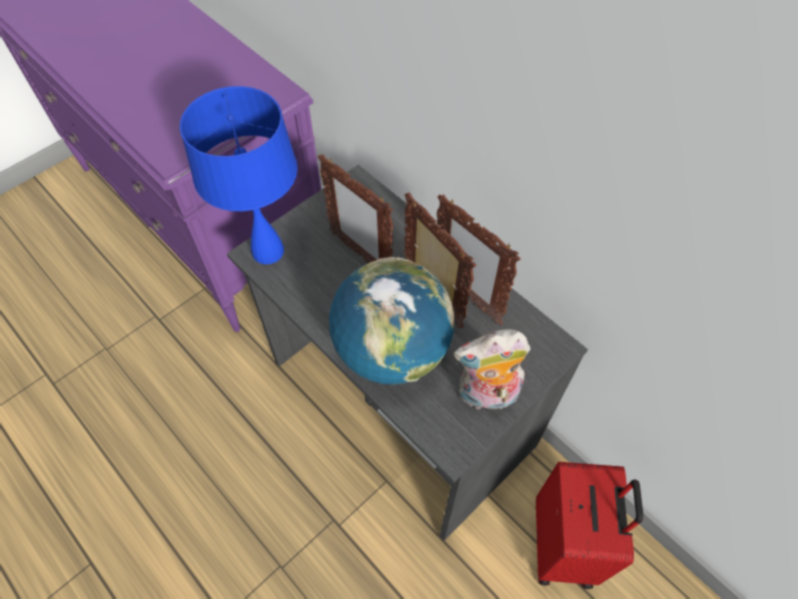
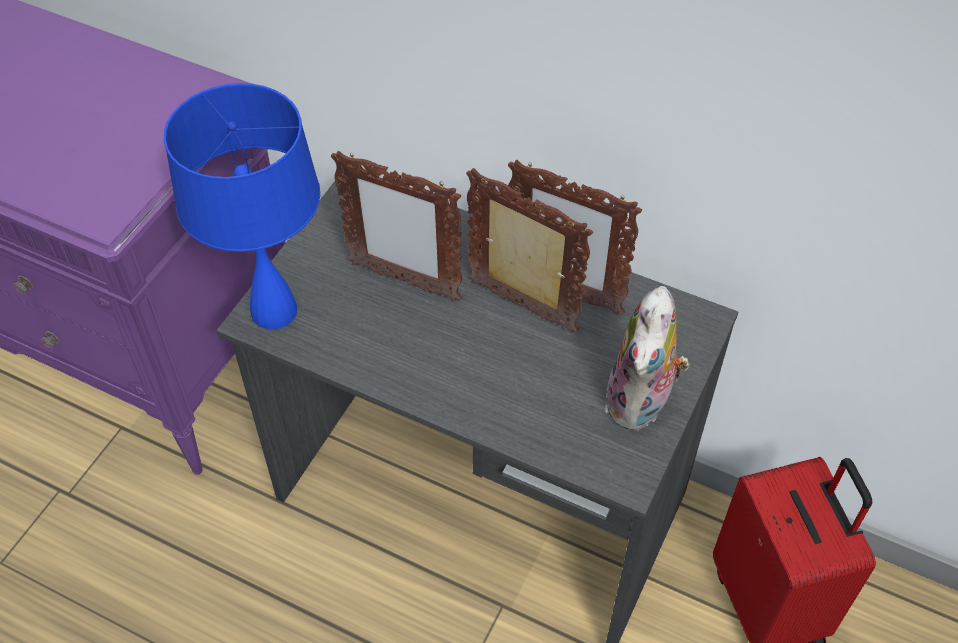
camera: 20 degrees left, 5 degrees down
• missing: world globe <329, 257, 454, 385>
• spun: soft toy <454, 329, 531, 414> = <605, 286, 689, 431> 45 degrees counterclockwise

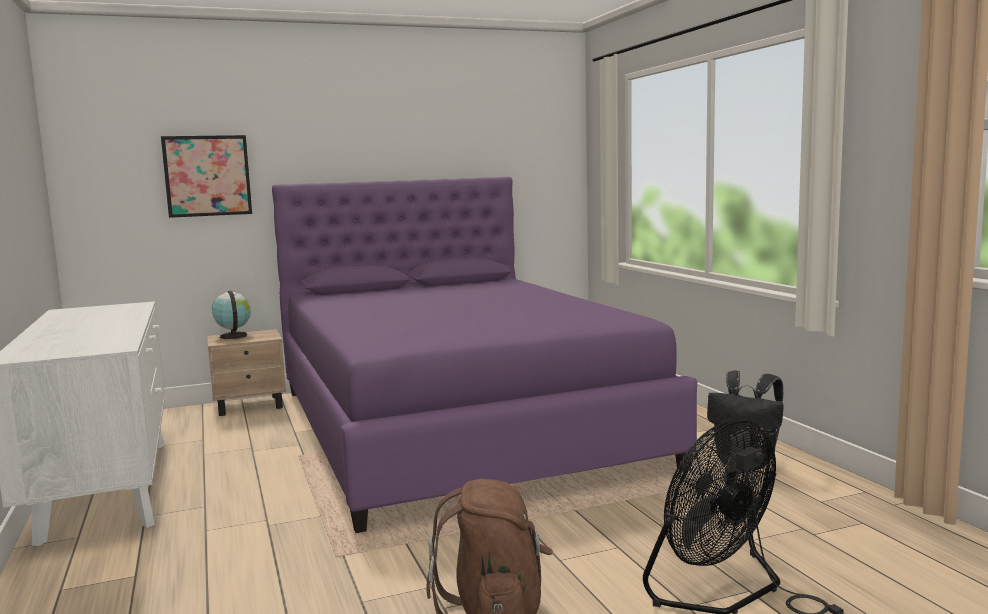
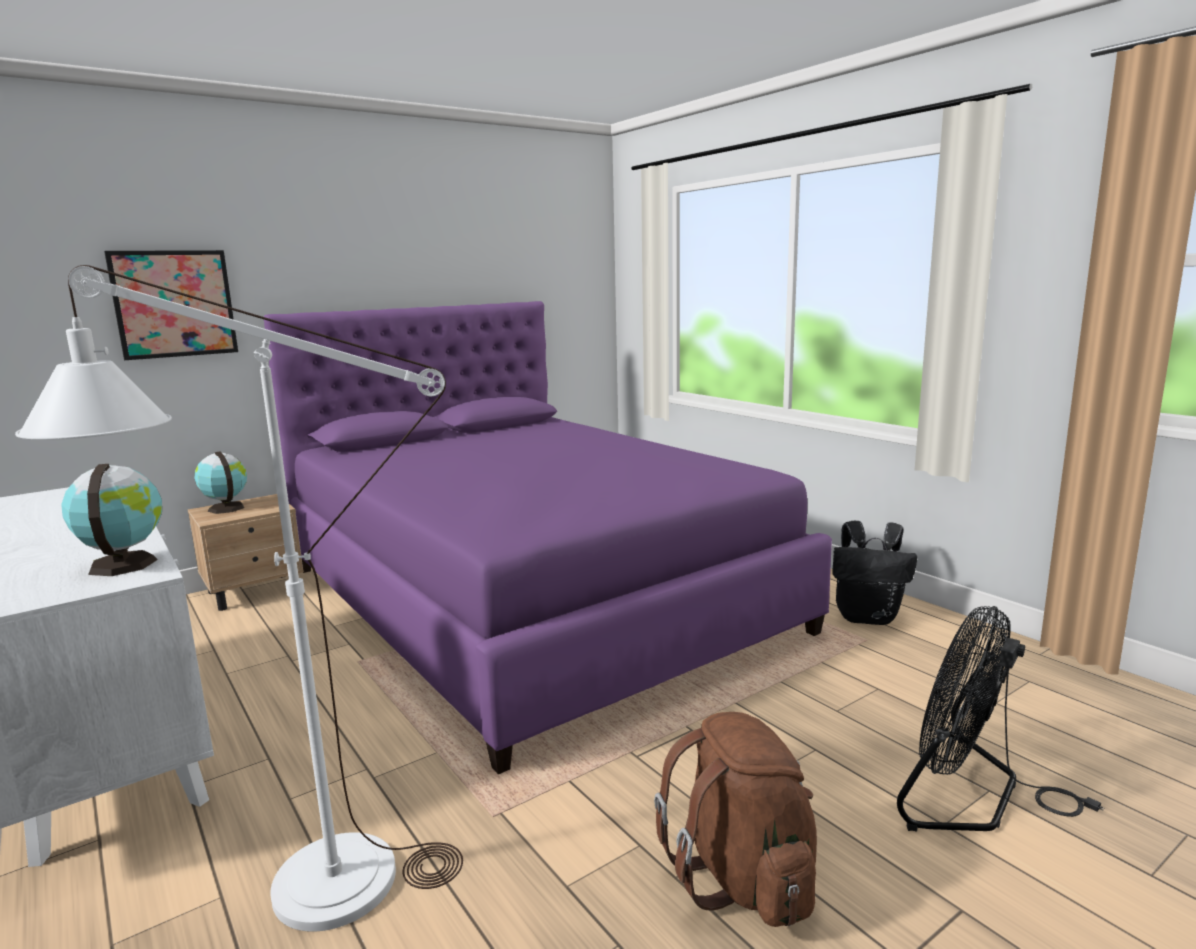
camera: 15 degrees left, 5 degrees up
• appeared: white-coloured floor lamp <15, 265, 463, 932>
• appeared: world globe <61, 464, 162, 576>

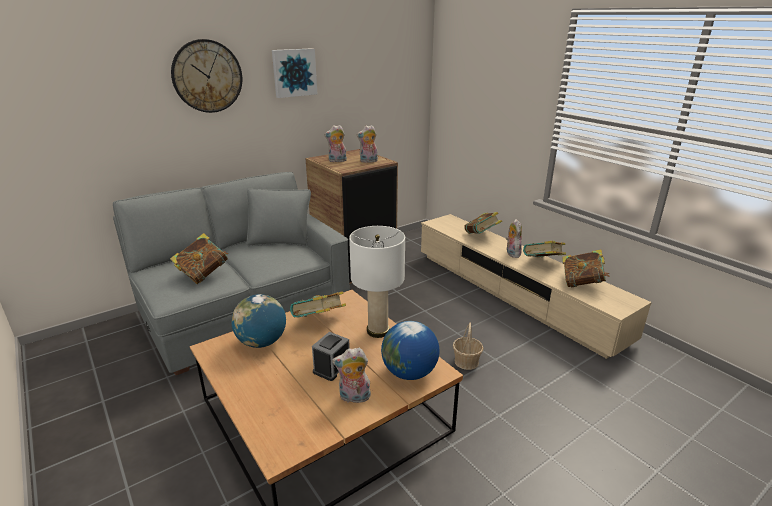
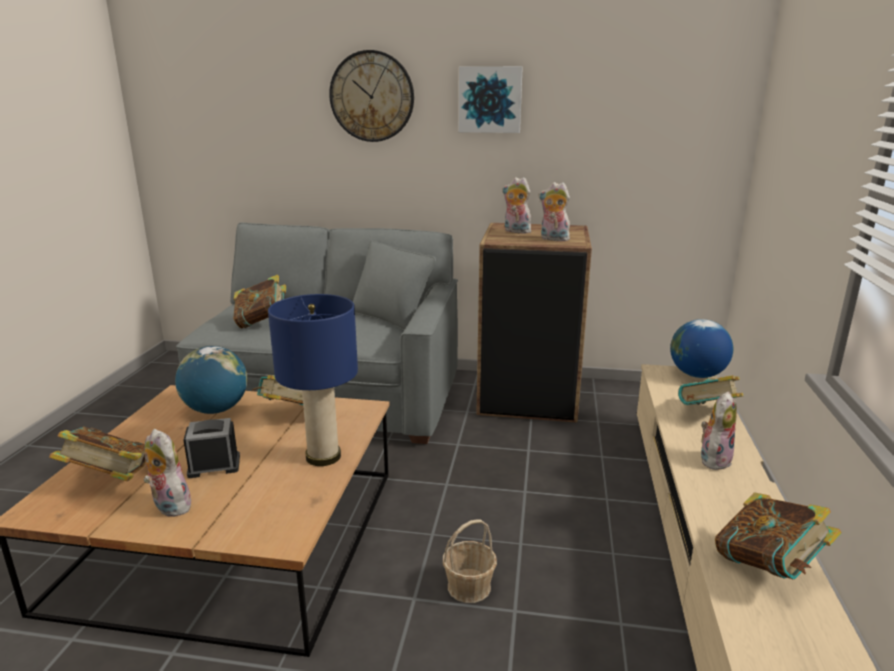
camera: 45 degrees right, 5 degrees down
• colour: white-coloured tabletop lamp <349, 226, 405, 338> to blue-coloured tabletop lamp <268, 294, 358, 466>
• relocated: book <523, 241, 566, 257> to <49, 427, 146, 481>
• relocated: world globe <381, 321, 439, 380> to <670, 319, 733, 378>

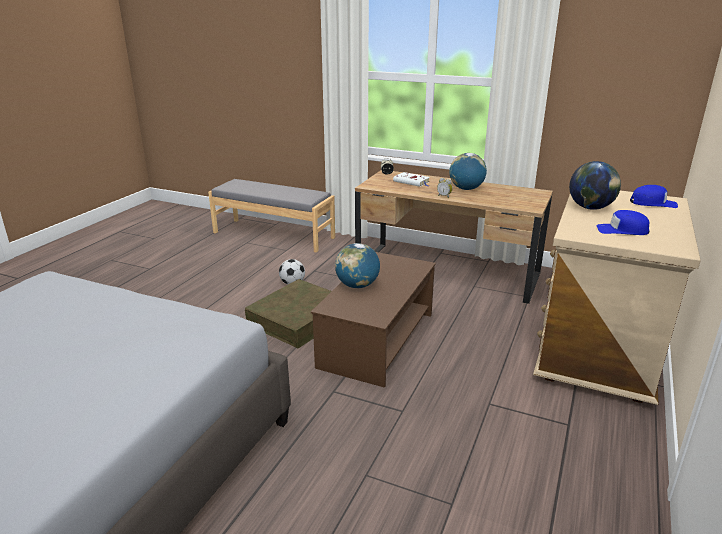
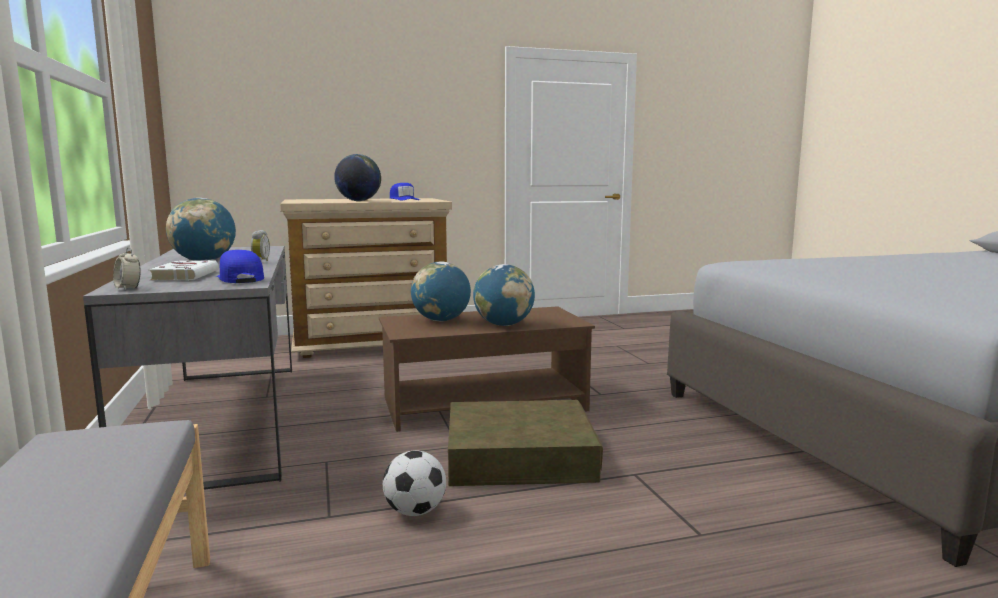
camera: 130 degrees left, 15 degrees down
• colour: brown desk unit <355, 170, 553, 304> to grey desk unit <83, 246, 292, 490>
• relocated: blue-coloured cap <630, 185, 678, 208> to <216, 250, 264, 283>
• appeared: world globe <411, 262, 471, 321>

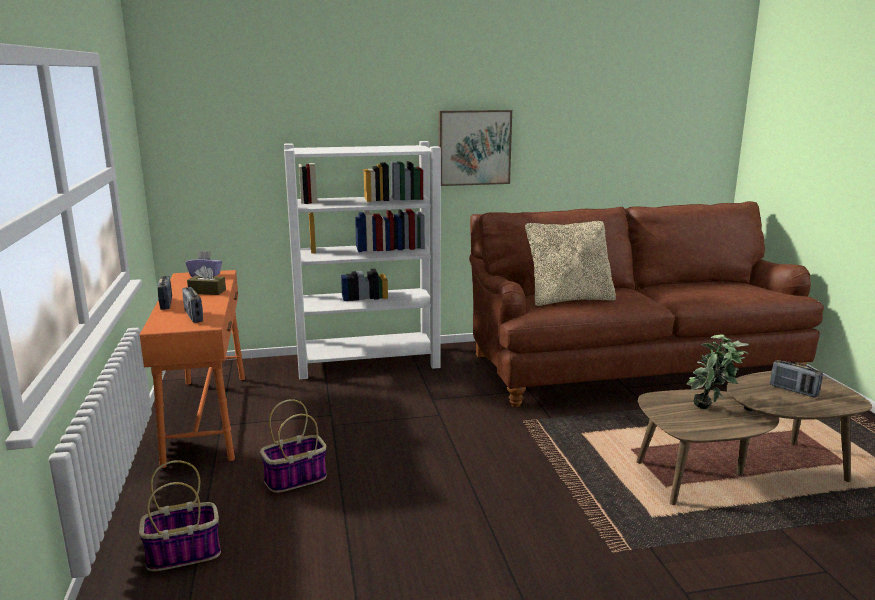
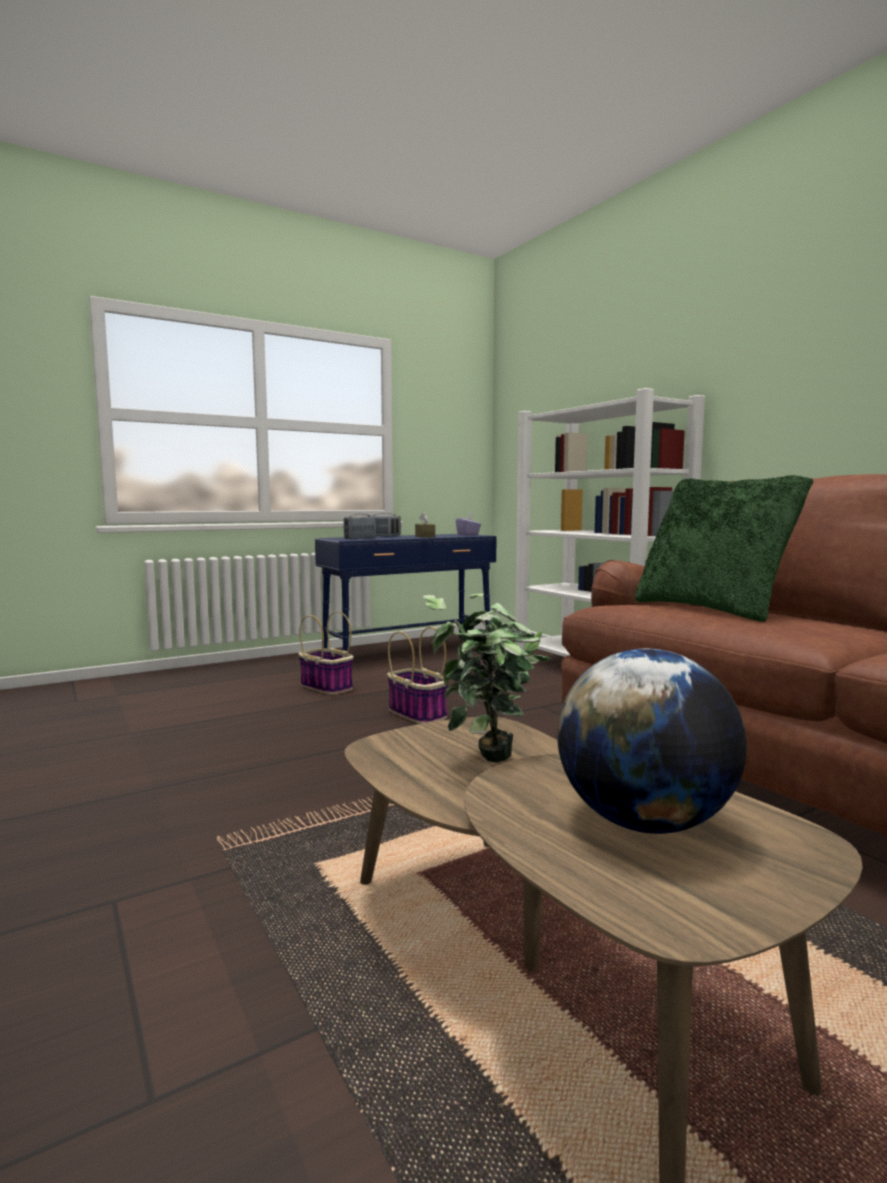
camera: 70 degrees right, 10 degrees down
• missing: wall art <439, 110, 512, 186>
• colour: sand-coloured pillow <525, 221, 616, 306> to greenish pillow <634, 475, 814, 622>
• colour: orange-coloured narrow table <140, 270, 245, 468> to blue-coloured narrow table <315, 534, 497, 651>
• exchanged: radio <770, 360, 823, 397> to world globe <557, 649, 747, 834>
• relocated: basket <139, 460, 221, 571> to <387, 627, 448, 724>

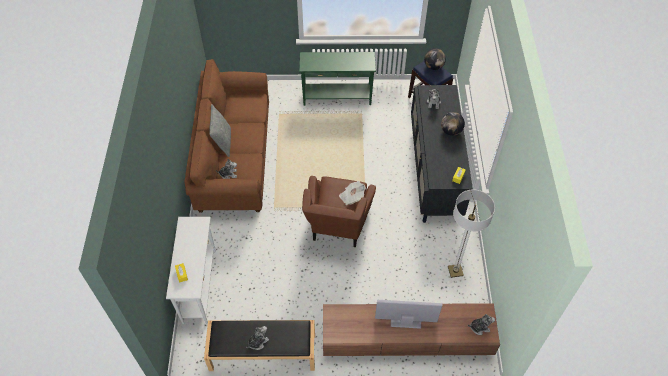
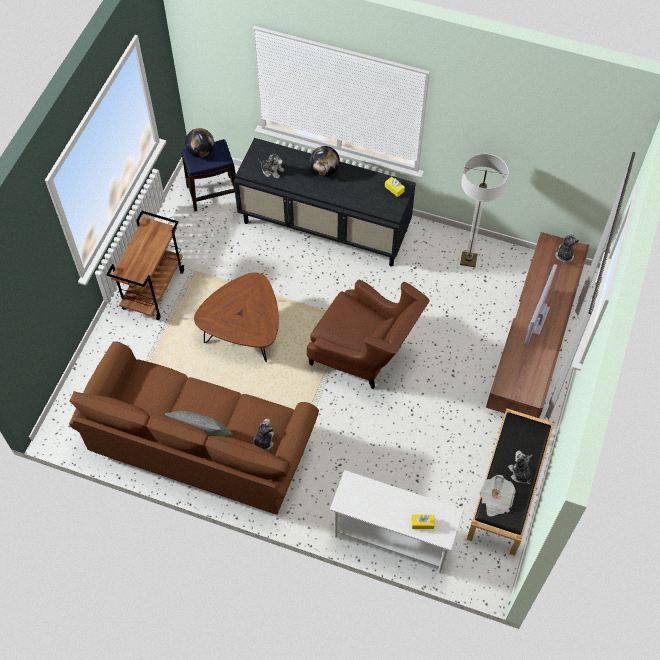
camera: 70 degrees left, 5 degrees up
• exchanged: greenish narrow table <299, 52, 376, 106> to brown cart <106, 211, 184, 320>
• relocated: printed paper <339, 181, 366, 205> to <480, 475, 516, 516>
• appeared: brown low table <194, 273, 279, 362>

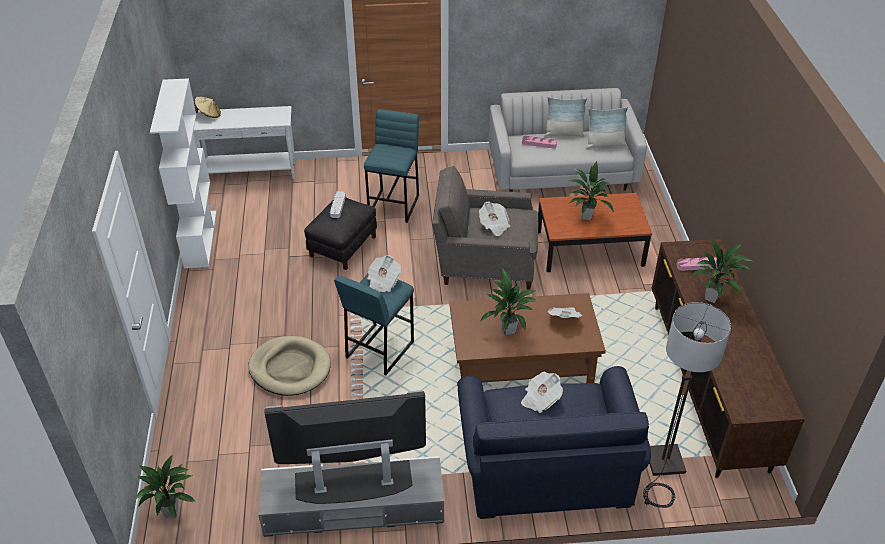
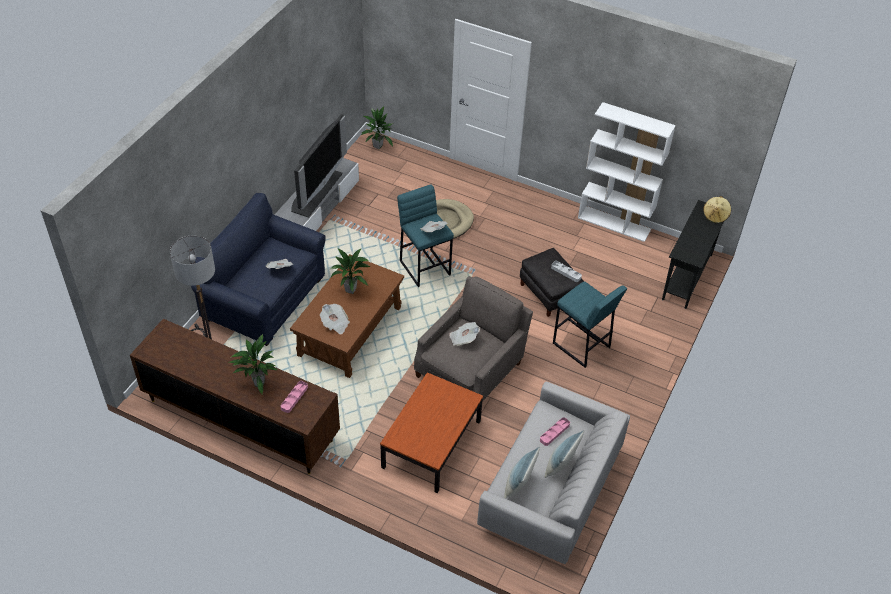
camera: 120 degrees right, 5 degrees up
• colour: white-coloured narrow table <193, 106, 296, 179> to black-coloured narrow table <662, 200, 724, 309>
• missing: potted plant <568, 161, 614, 220>

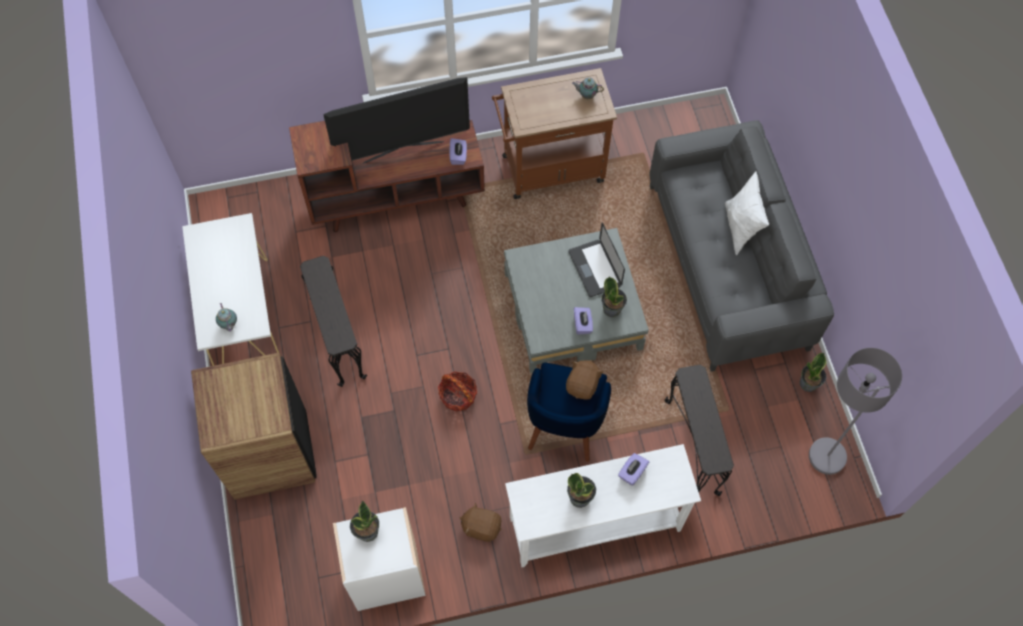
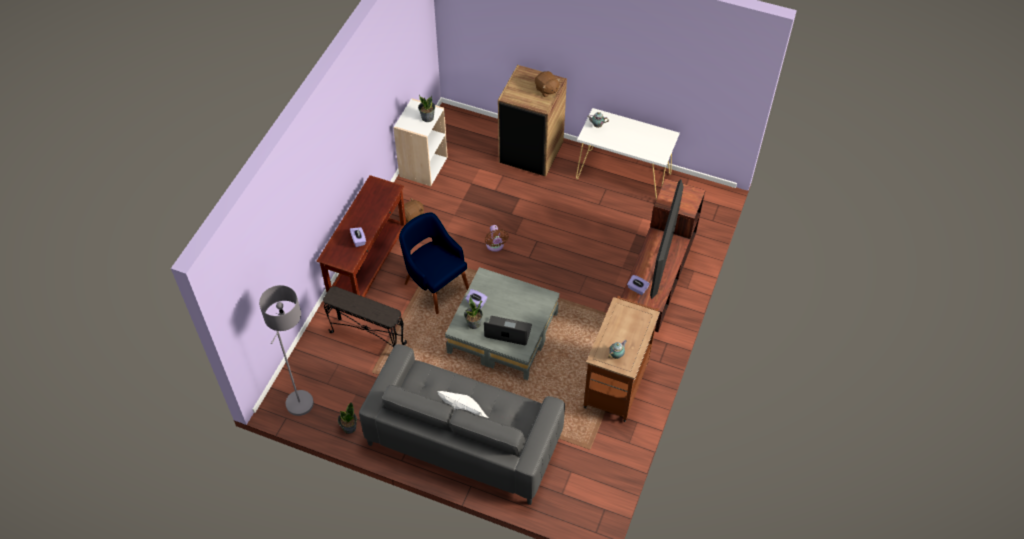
camera: 125 degrees right, 10 degrees down
• missing: black-coloured side table <300, 256, 367, 387>
• relocated: brown soft toy <566, 360, 603, 400> to <535, 71, 560, 97>
• exchanged: basket <438, 371, 477, 412> to brown cooling fan <485, 225, 508, 252>
• colour: white-coloured narrow table <505, 444, 701, 567> to brown narrow table <317, 175, 406, 297>
• missing: potted plant <567, 473, 596, 508>

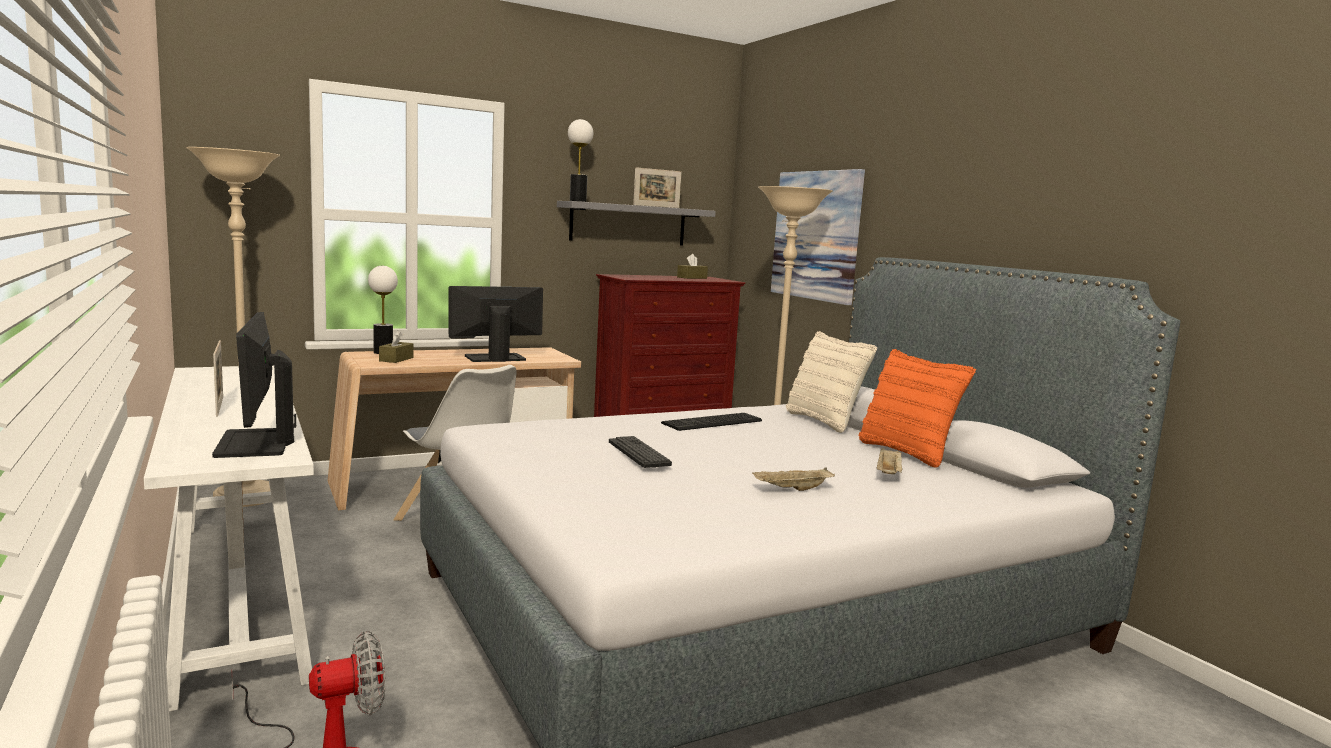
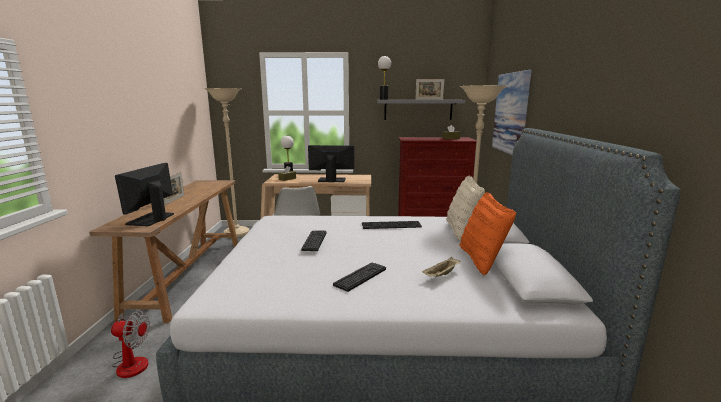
camera: 30 degrees right, 5 degrees up
• colour: white-coloured narrow table <144, 366, 314, 712> to brown narrow table <89, 180, 238, 323>
• exchanged: sand-coloured tray <752, 467, 835, 491> to PC keyboard <333, 263, 386, 292>

